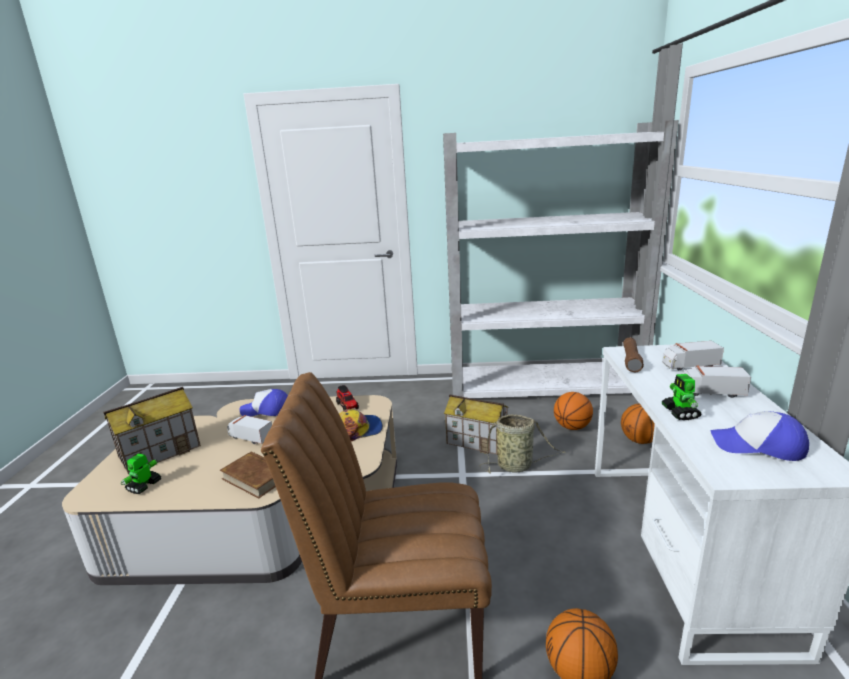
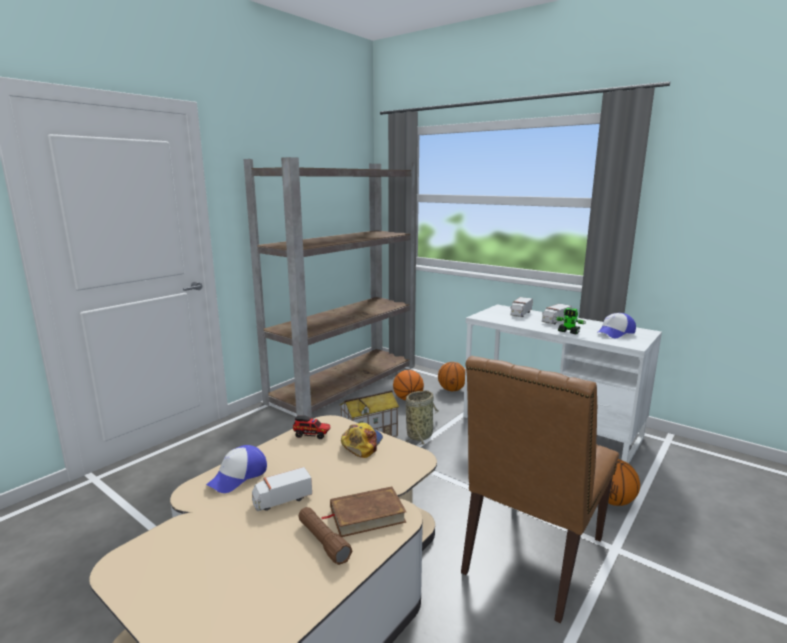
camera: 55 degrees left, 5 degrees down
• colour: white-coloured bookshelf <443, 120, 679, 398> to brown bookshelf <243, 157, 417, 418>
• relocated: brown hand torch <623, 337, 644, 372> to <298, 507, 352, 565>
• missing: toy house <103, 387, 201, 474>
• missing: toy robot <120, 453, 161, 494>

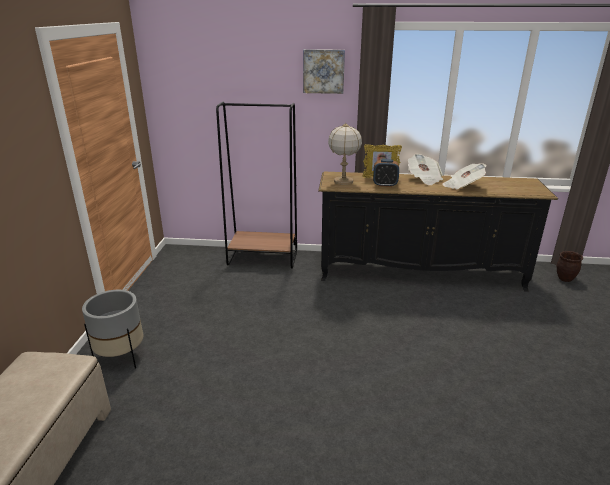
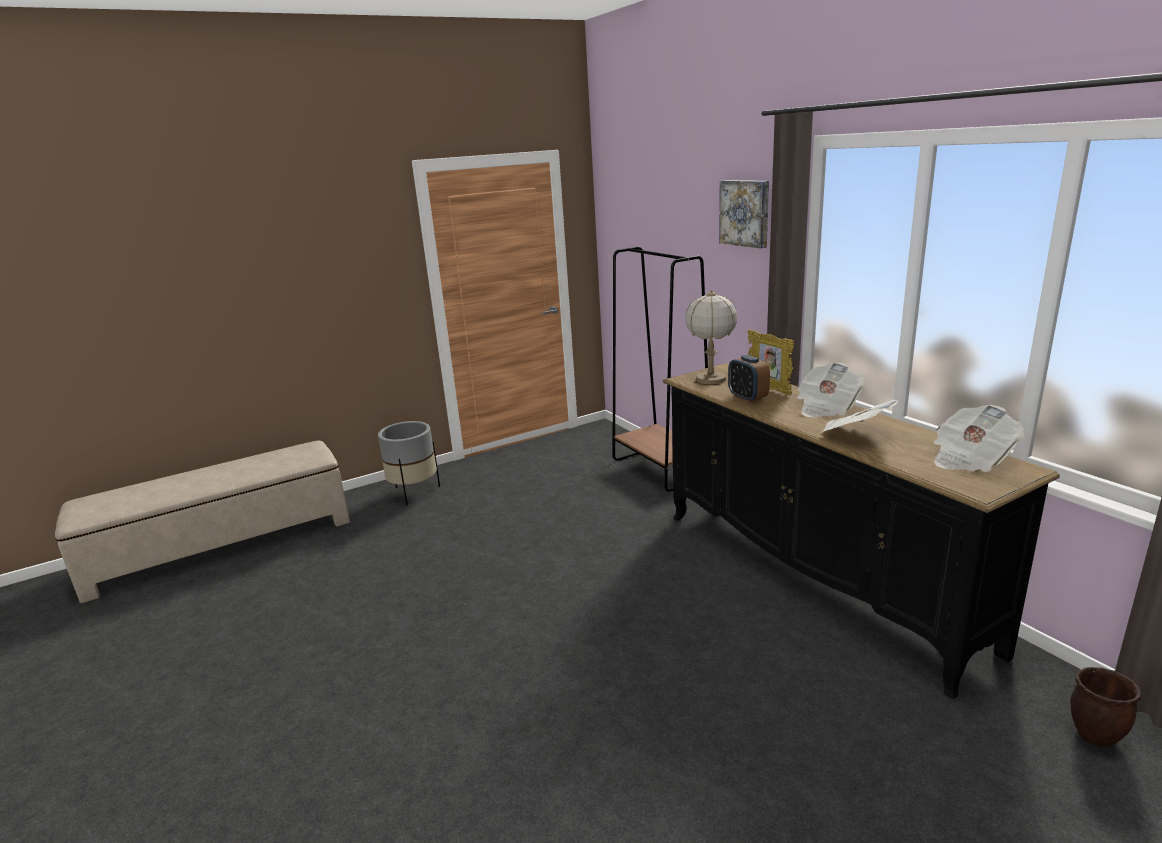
camera: 55 degrees right, 5 degrees down
• appeared: printed paper <933, 405, 1024, 472>

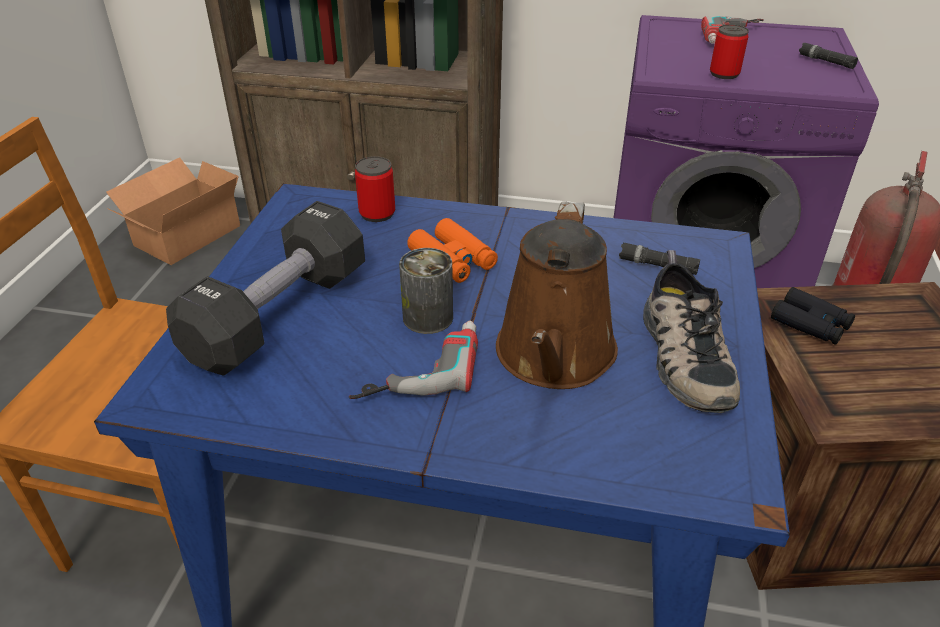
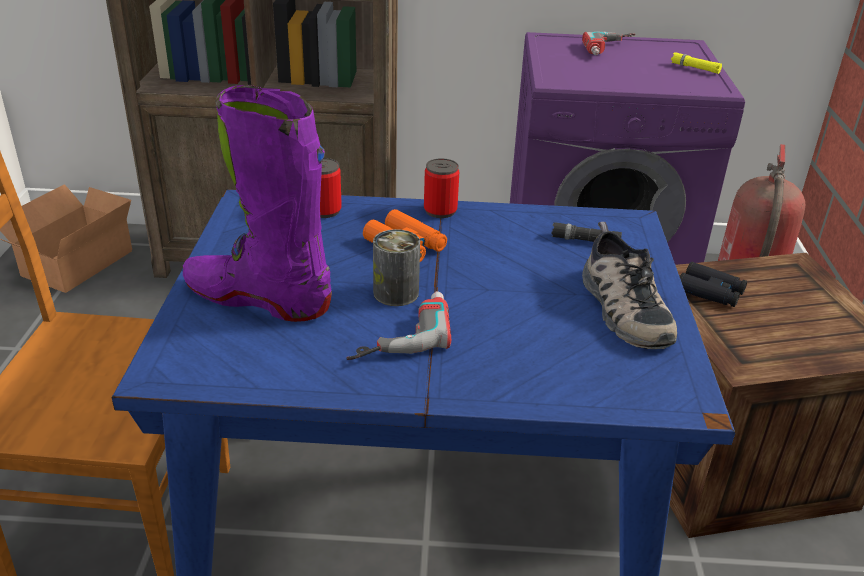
camera: 10 degrees left, 5 degrees down
• relocated: can <710, 24, 749, 79> to <424, 158, 459, 218>
• colour: black-coloured hand torch <799, 43, 858, 69> to yellowish hand torch <671, 53, 722, 74>
• exchanged: black-coloured hand weight <166, 201, 365, 376> to purple tall boot <183, 85, 332, 322>
• missing: brown sprinkling can <496, 201, 618, 389>

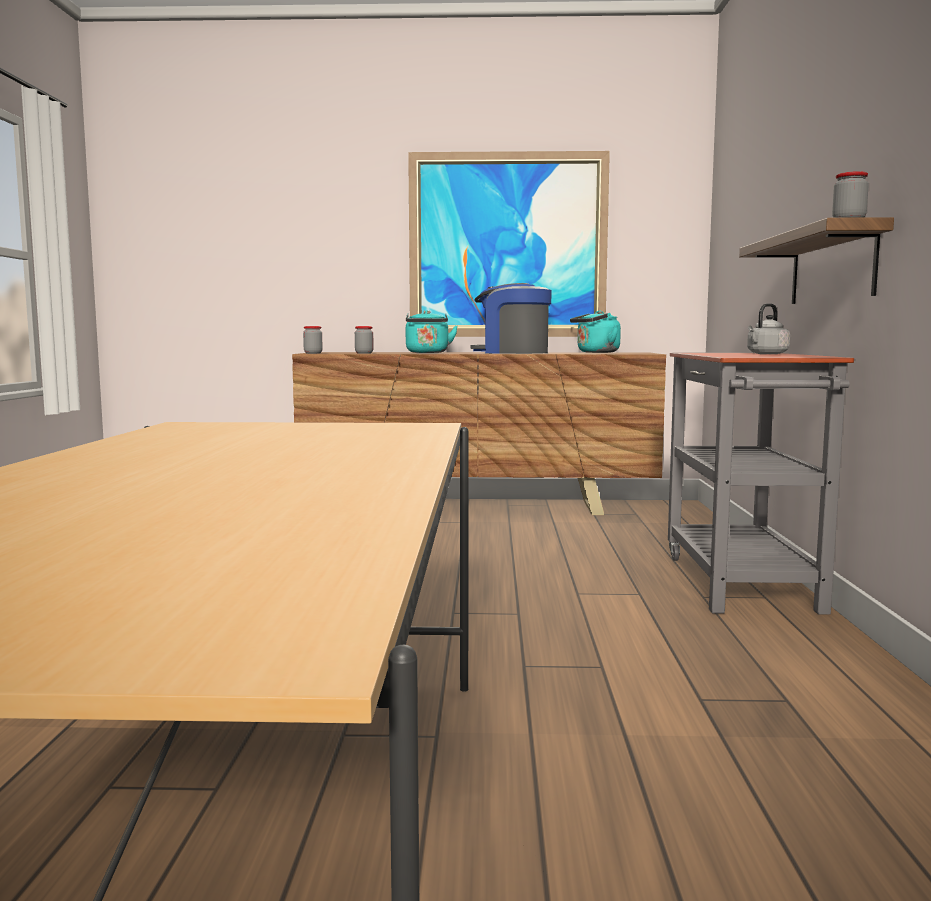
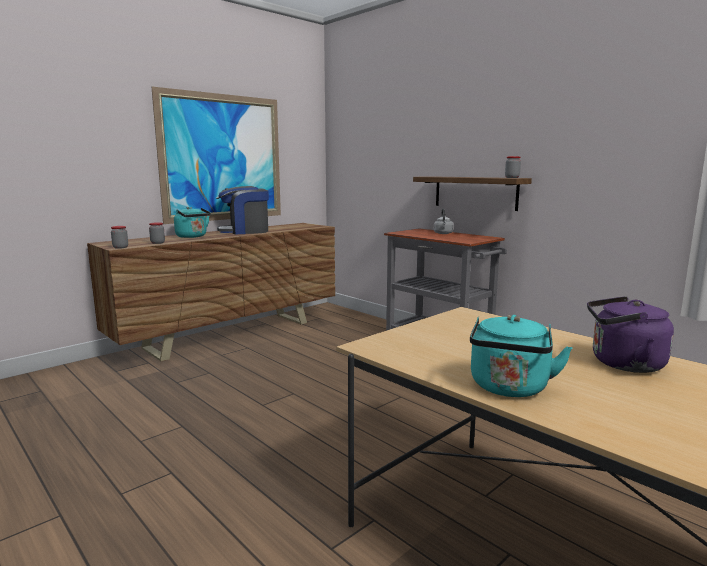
camera: 45 degrees left, 5 degrees up
• relocated: blue-green kettle <570, 311, 621, 353> to <470, 315, 572, 397>
• appeared: purple kettle <587, 296, 674, 373>

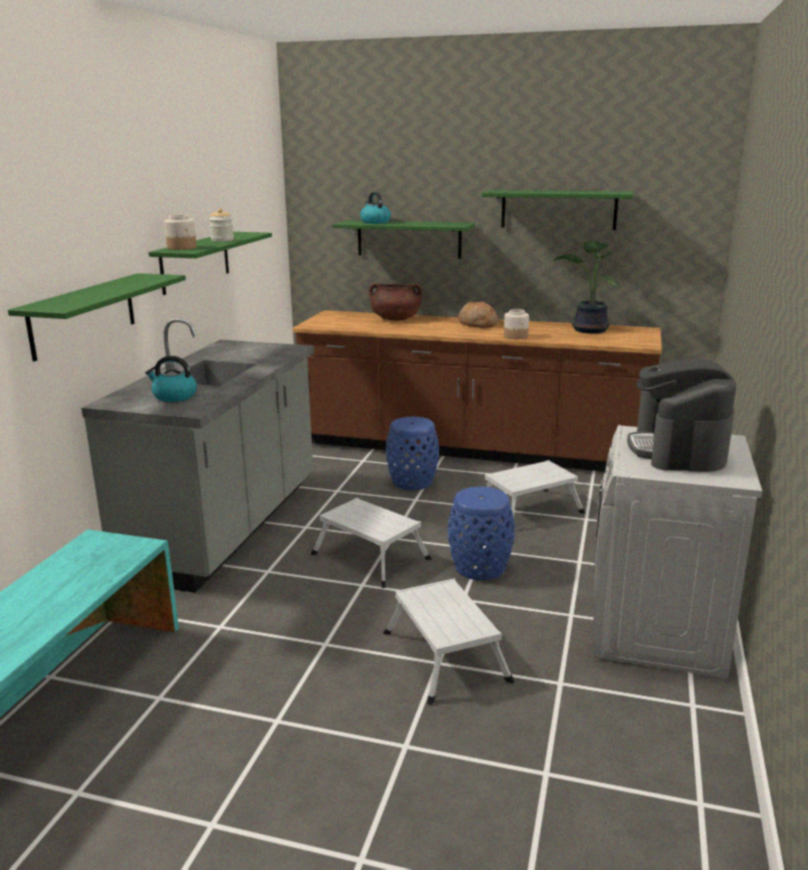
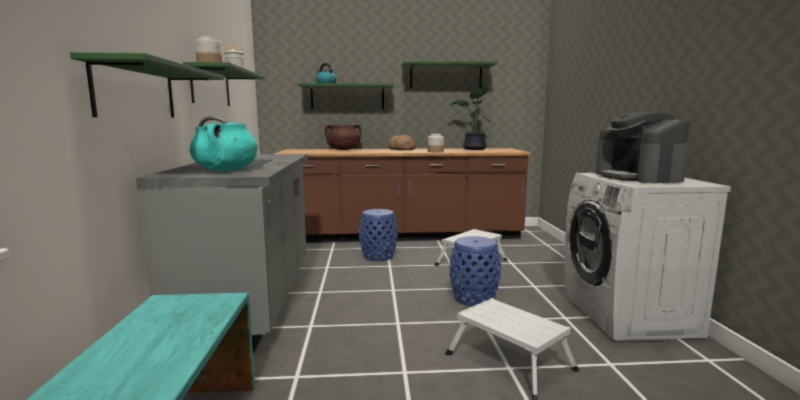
camera: 20 degrees left, 10 degrees down
• exchanged: kettle <145, 356, 197, 402> to blue-green cooking pot <190, 123, 258, 171>
• missing: white-coloured stepladder <311, 498, 432, 588>

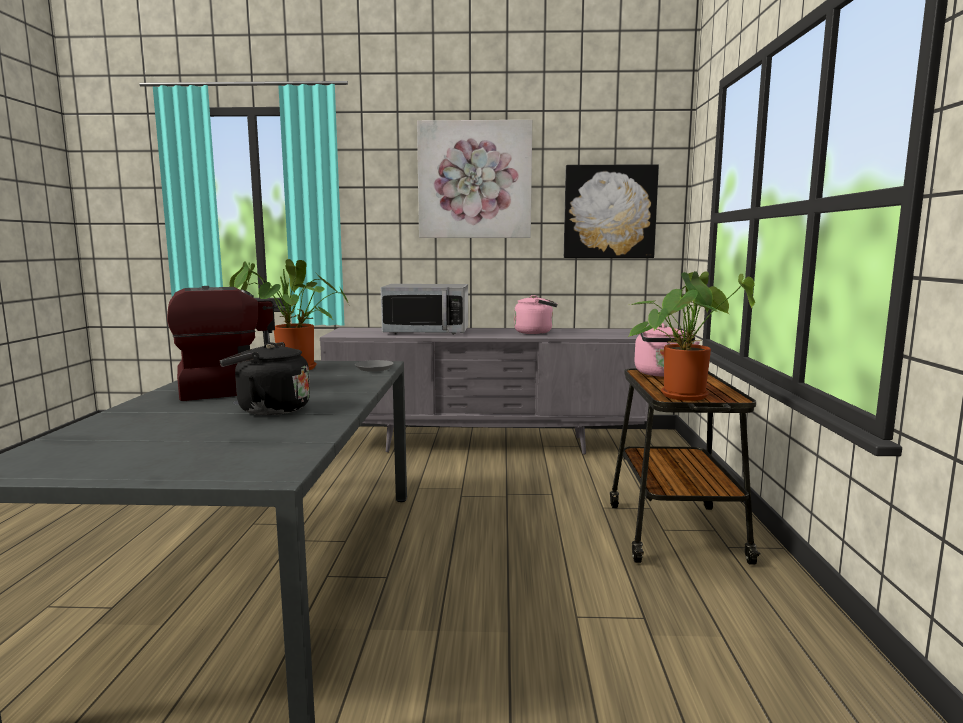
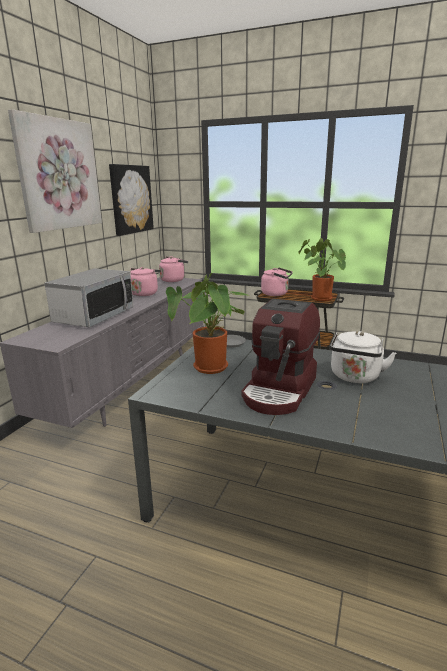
camera: 70 degrees left, 10 degrees up
• spun: coffee machine <167, 286, 278, 401> = <241, 299, 320, 415> 150 degrees counterclockwise
• colour: black-coloured kettle <220, 342, 310, 415> to white-coloured kettle <330, 331, 396, 383>
• appeared: pinkish kettle <159, 256, 188, 282>

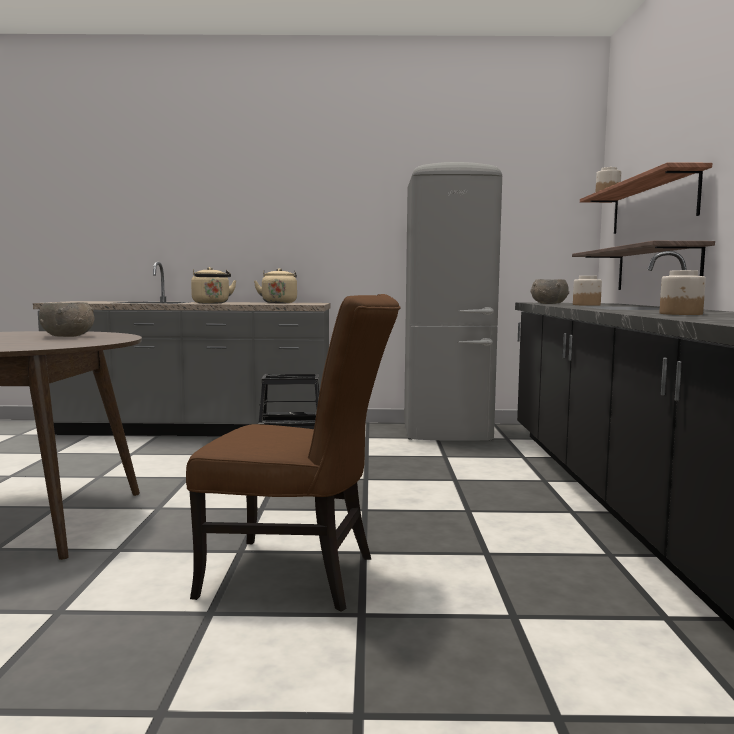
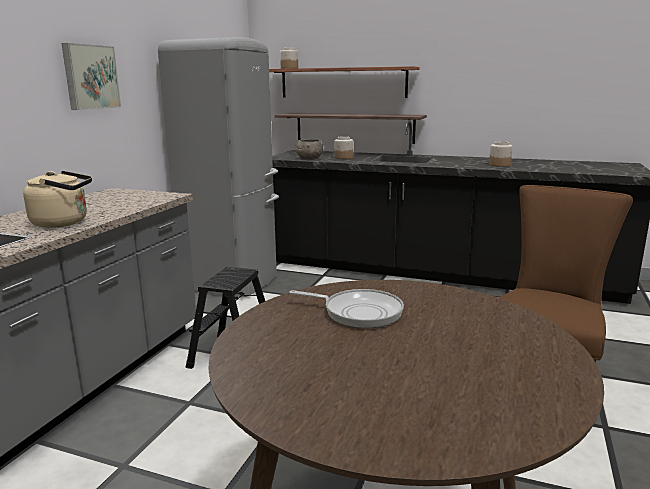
camera: 70 degrees left, 10 degrees up
• missing: sand-coloured kettle <254, 268, 297, 303>
• exchanged: grey bowl <39, 302, 94, 337> to frying pan <290, 289, 404, 328>
• appeared: wall art <62, 43, 121, 110>

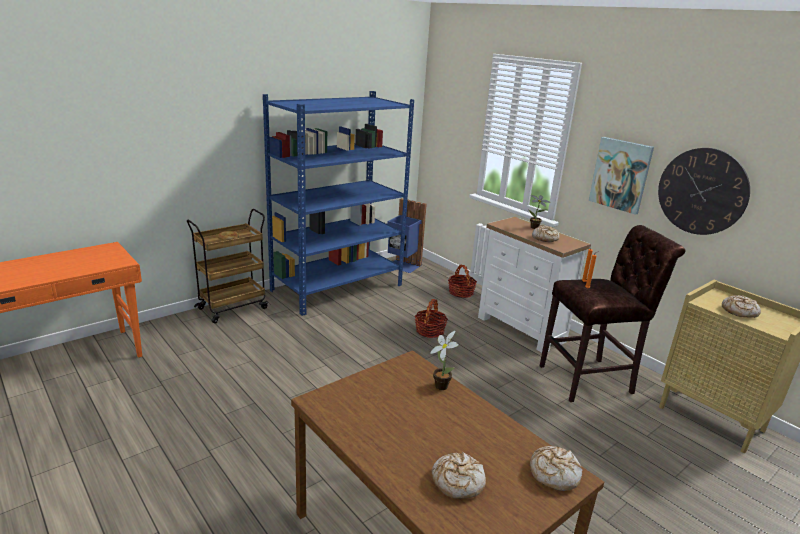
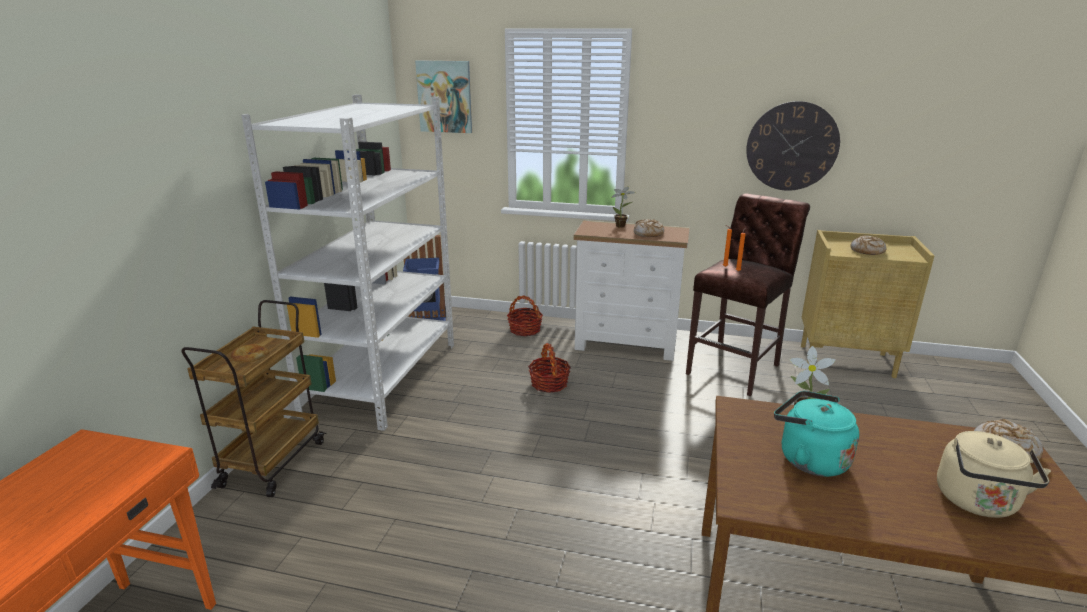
camera: 35 degrees left, 0 degrees up
• colour: blue-coloured bookshelf <263, 91, 414, 316> to white-coloured bookshelf <241, 95, 454, 431>
• relocated: wall art <589, 137, 654, 215> to <415, 61, 472, 133>
• exchanged: bread <432, 451, 486, 499> to sand-coloured kettle <937, 431, 1051, 518>
• appeared: blue-green kettle <774, 391, 859, 477>

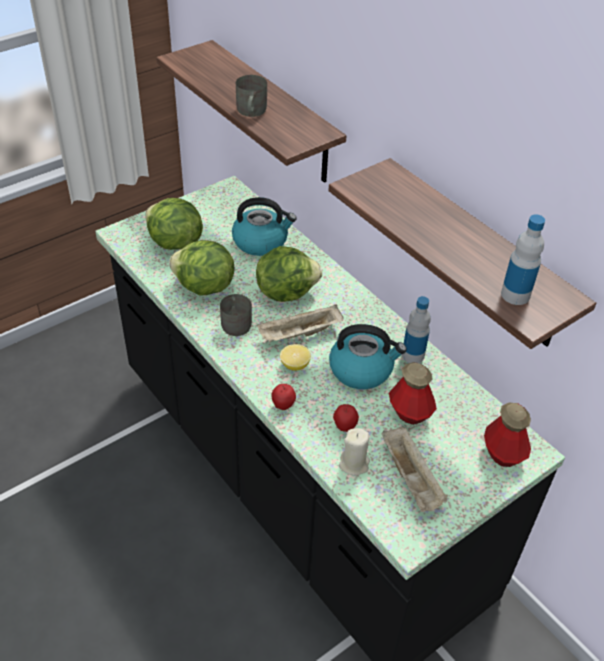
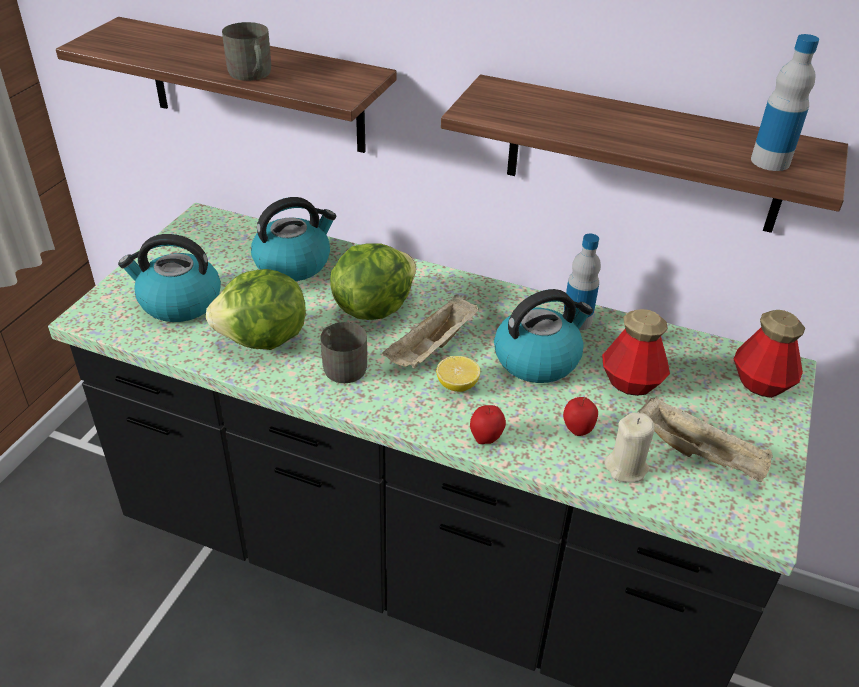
camera: 30 degrees left, 5 degrees down
• exchanged: lettuce <145, 198, 203, 250> to kettle <118, 234, 221, 322>

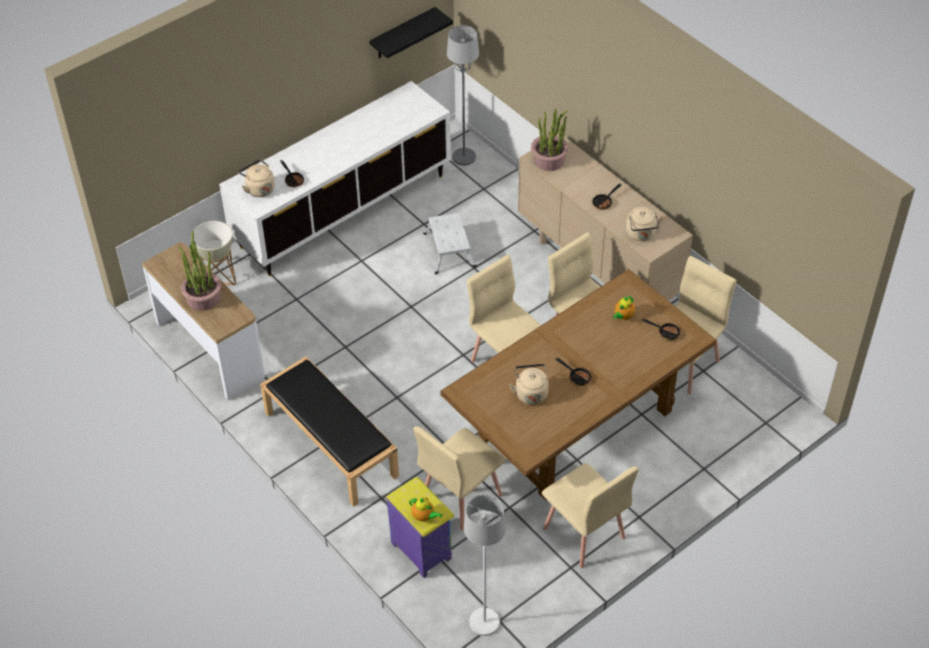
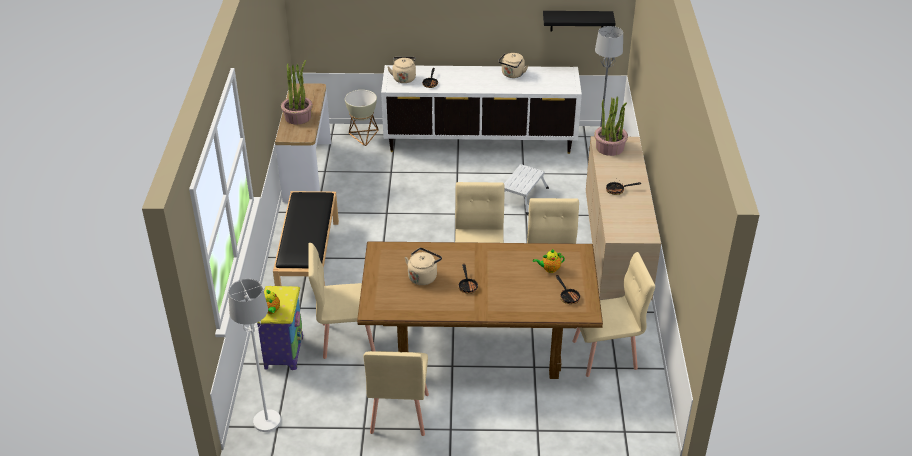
camera: 40 degrees right, 10 degrees down
• relocated: sand-coloured kettle <626, 207, 663, 241> to <498, 53, 528, 78>

